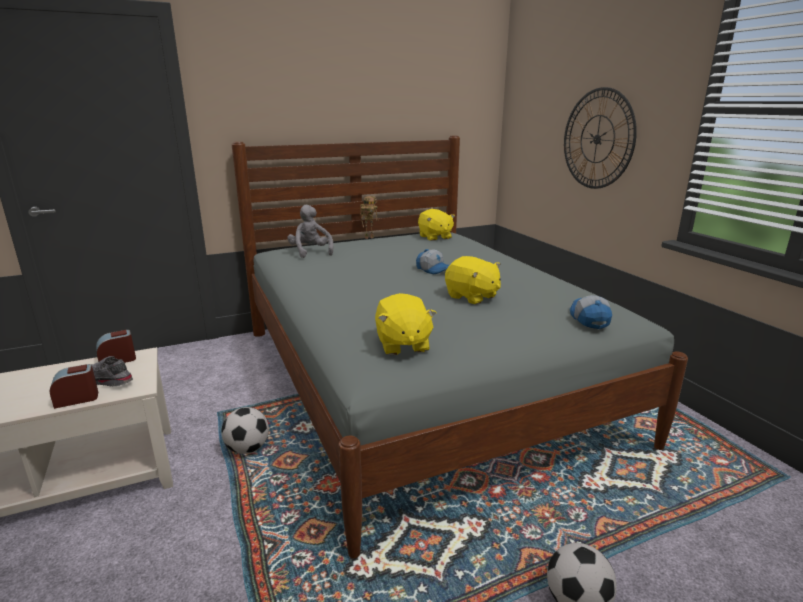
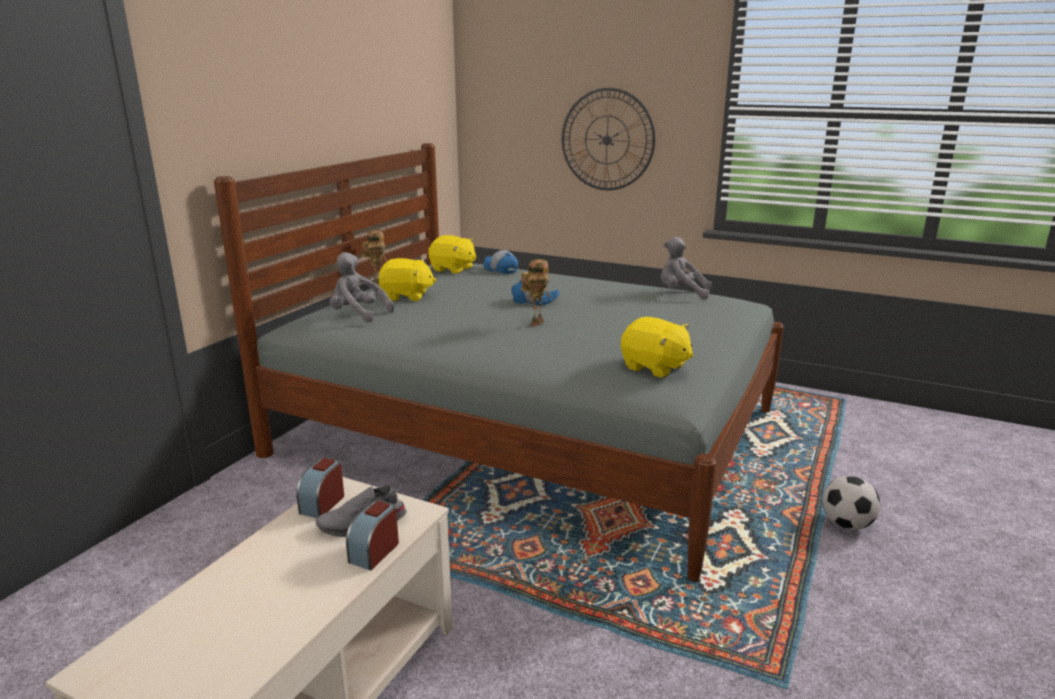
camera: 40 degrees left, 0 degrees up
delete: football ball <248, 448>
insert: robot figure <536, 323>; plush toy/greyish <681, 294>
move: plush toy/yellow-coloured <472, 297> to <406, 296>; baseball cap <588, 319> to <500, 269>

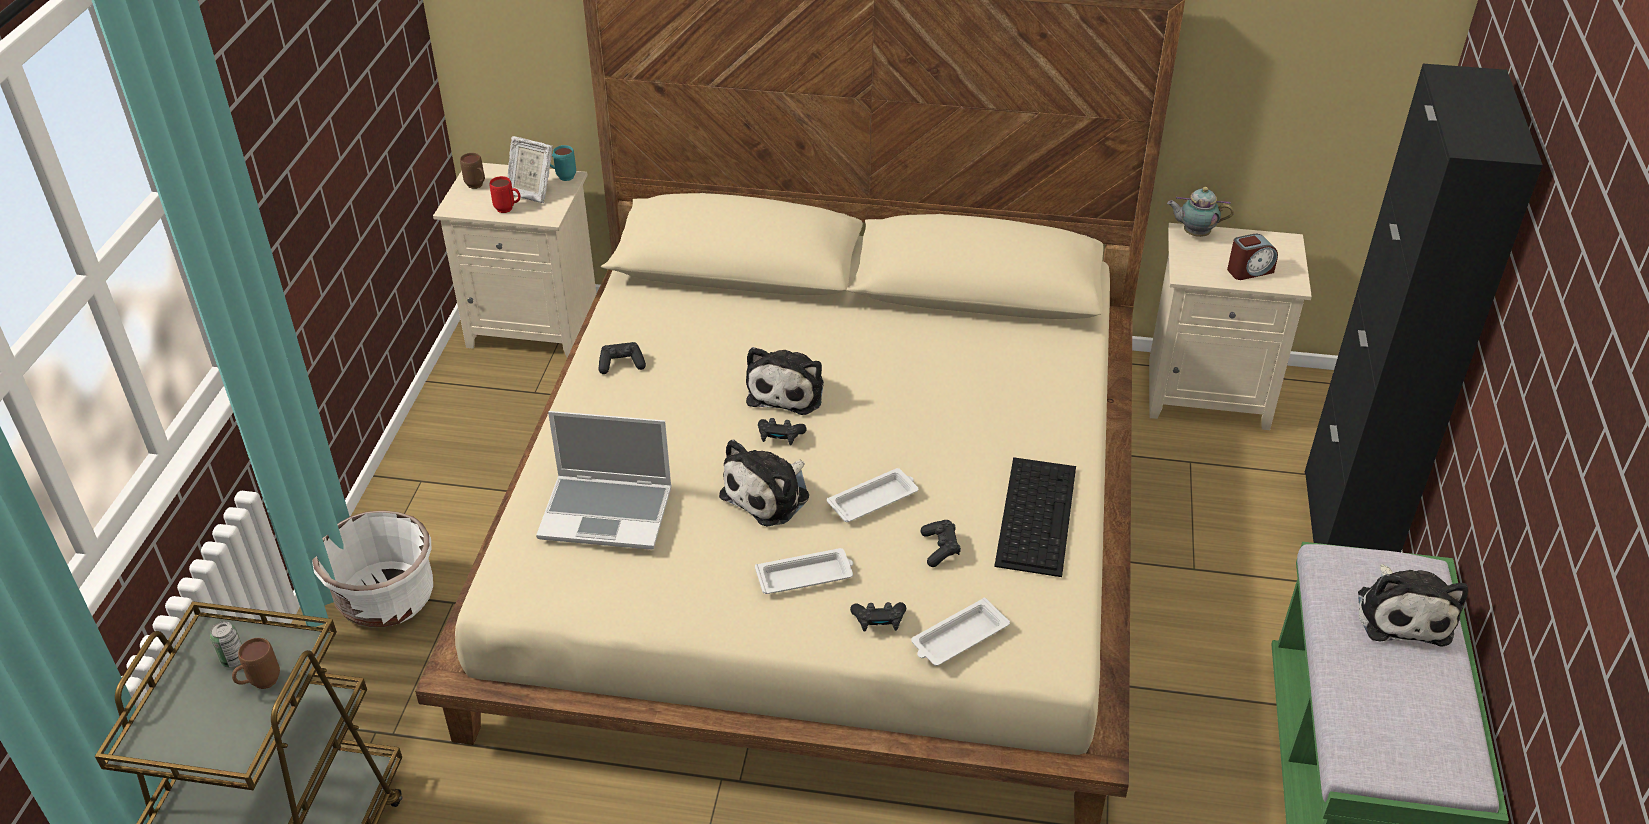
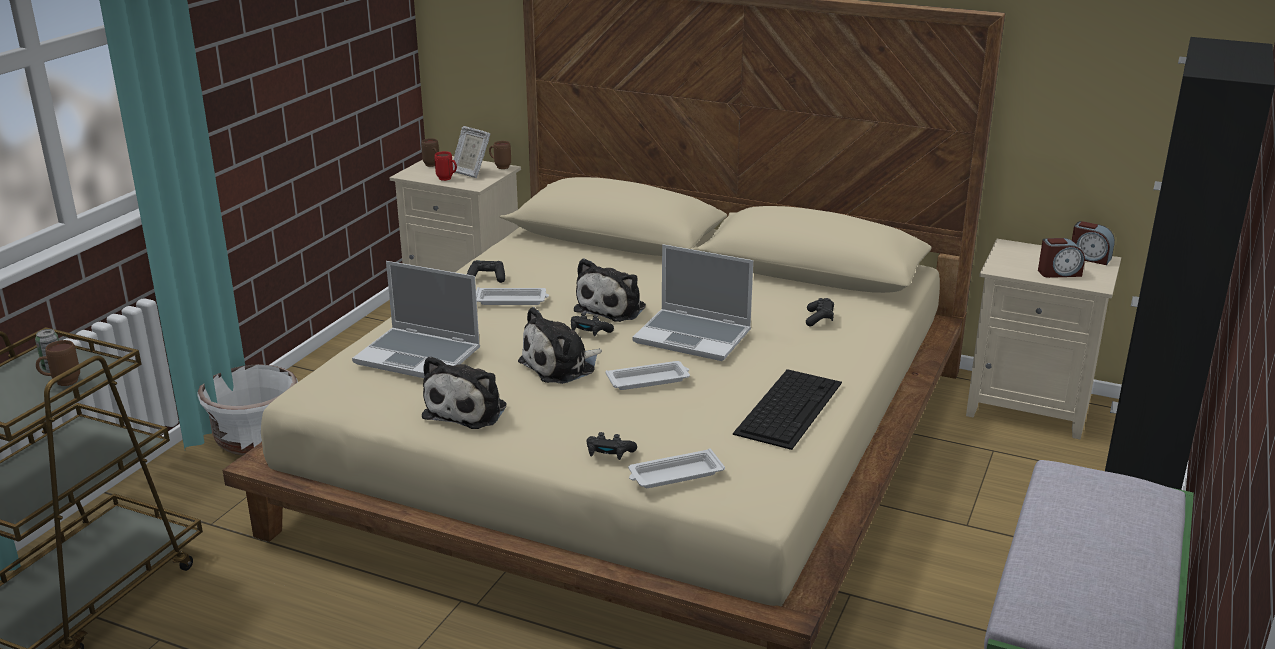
camera: 15 degrees right, 15 degrees down
delete: pot for tea <1194, 233>
insert: portable computer <694, 337>; bedside clock <1089, 258>
move: tray/whitish <806, 576> to <512, 300>; game controller/black-coloured <940, 549> to <819, 319>; plush toy <1403, 613> to <468, 410>
recolor: mug/turquoise-coloured <562, 176> to mug/brownish <500, 167>

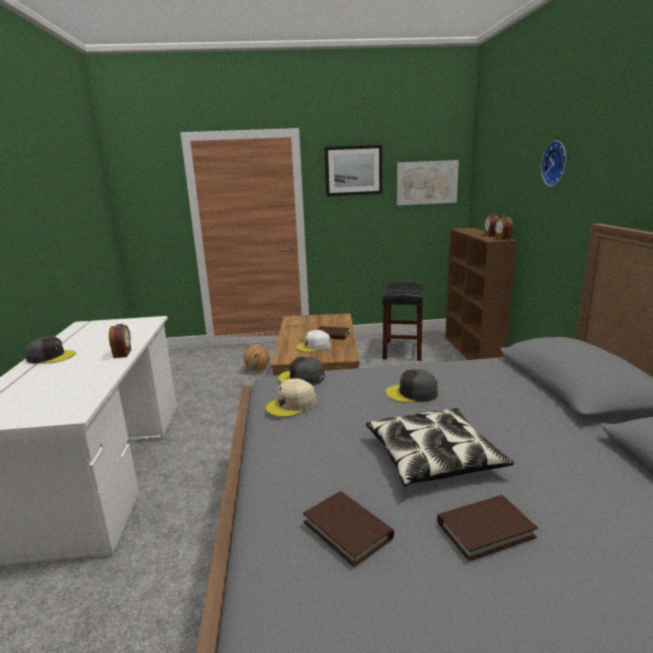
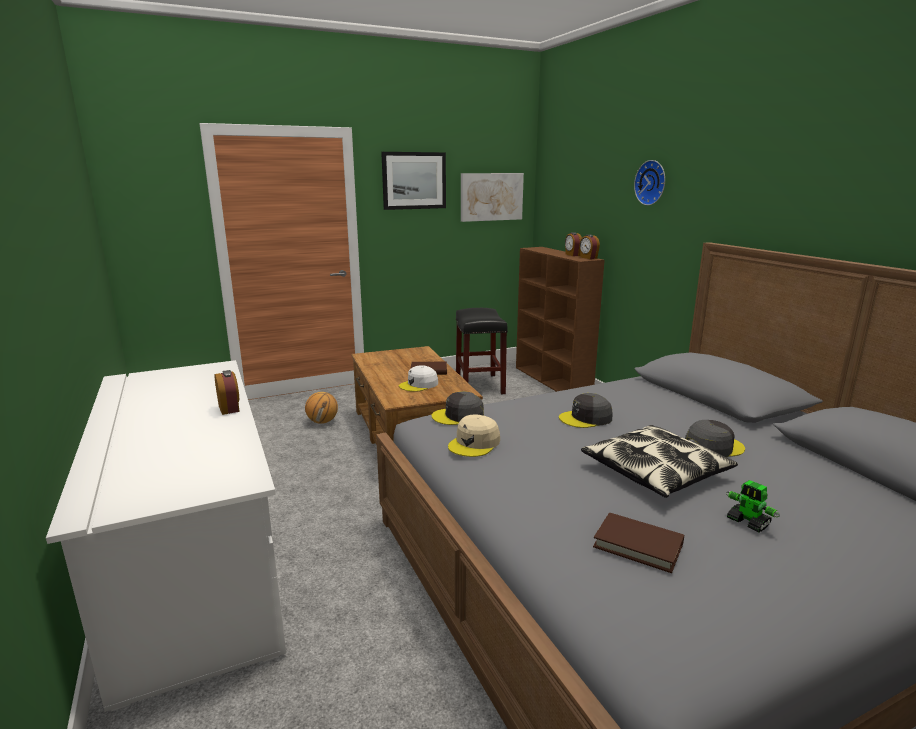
camera: 20 degrees left, 0 degrees up
move: baseball cap/greyish <51, 356> to <713, 447>
replace: bound book/brownish <485, 530> to robot figure <748, 522>

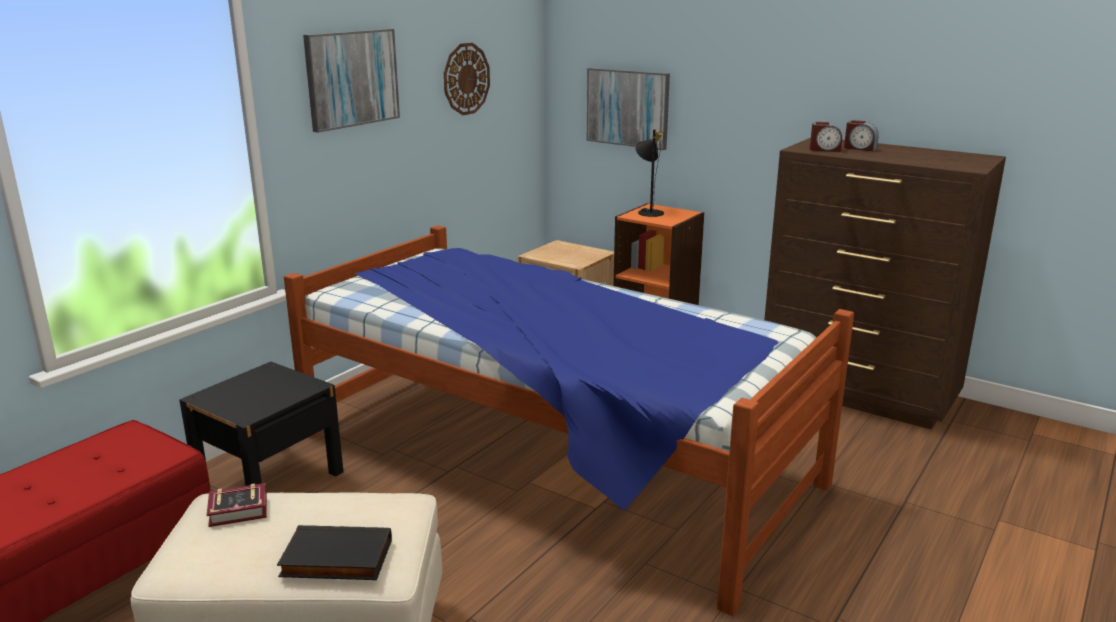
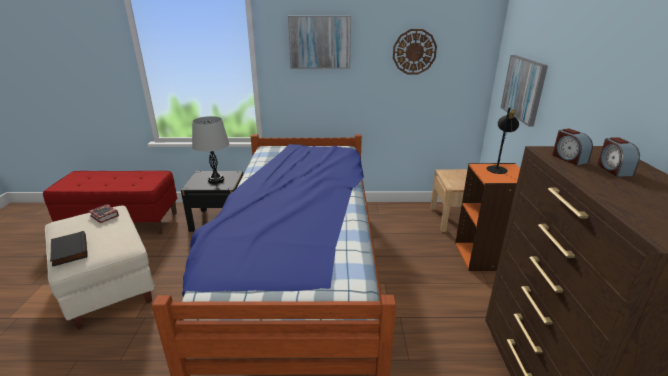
camera: 55 degrees right, 5 degrees up
insert: lamp for a table/greyish <216, 180>

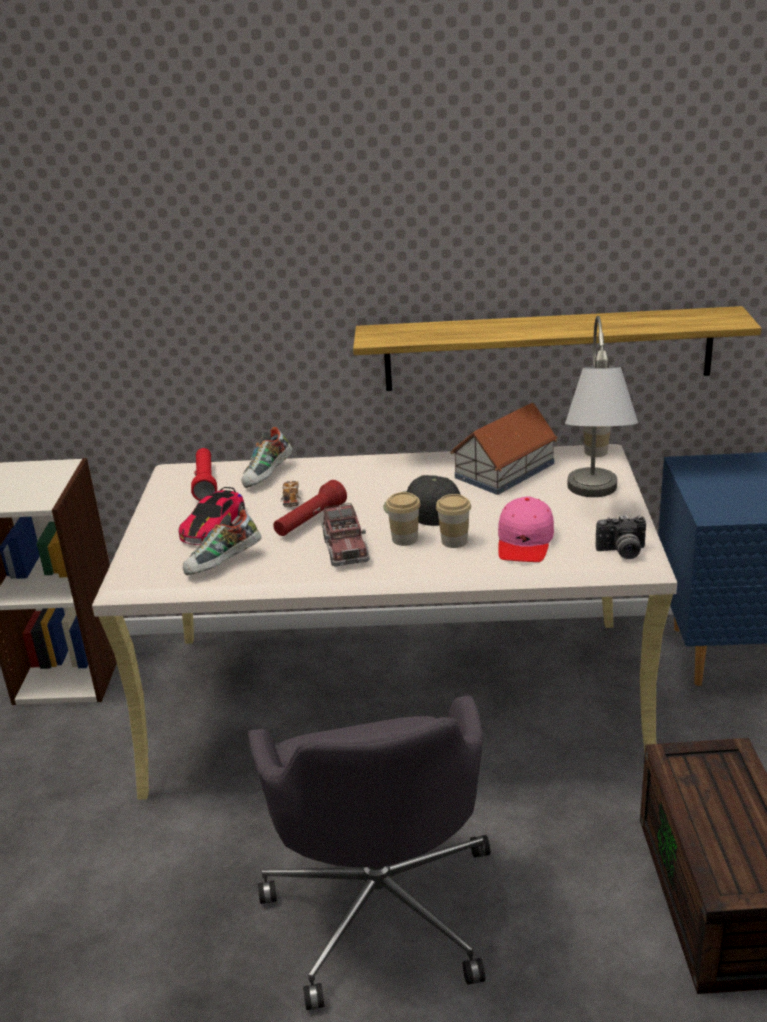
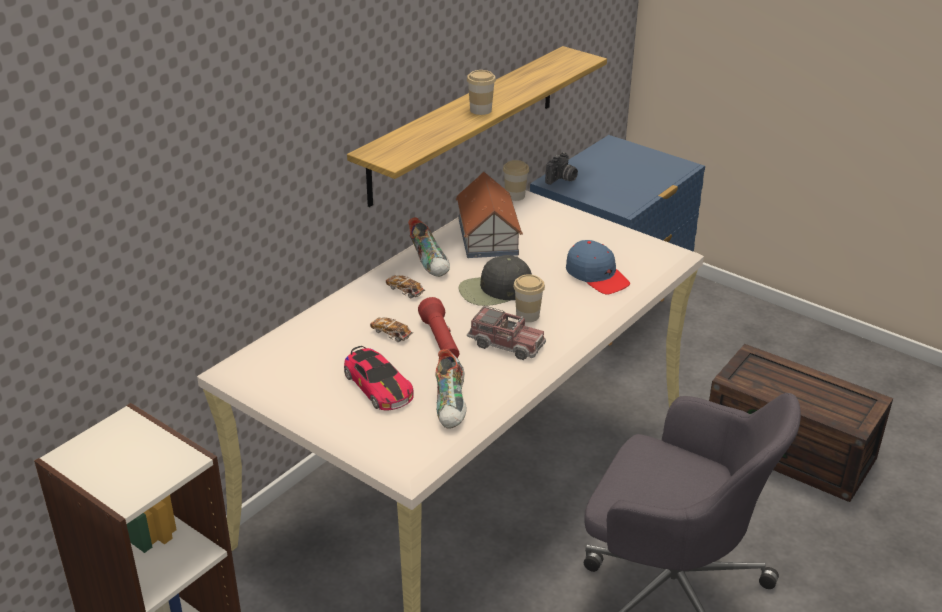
camera: 55 degrees left, 5 degrees up
delete: hand torch/reddish <205, 483>; lamp for a table/greyish <594, 502>
insert: model car <405, 291>
move: low shoe <268, 476> to <430, 262>; drinking cup <454, 541> to <480, 110>; photo camera <622, 552> to <562, 179>
recolor: baseball cap/pinkish <525, 541> to baseball cap/blue <597, 276>

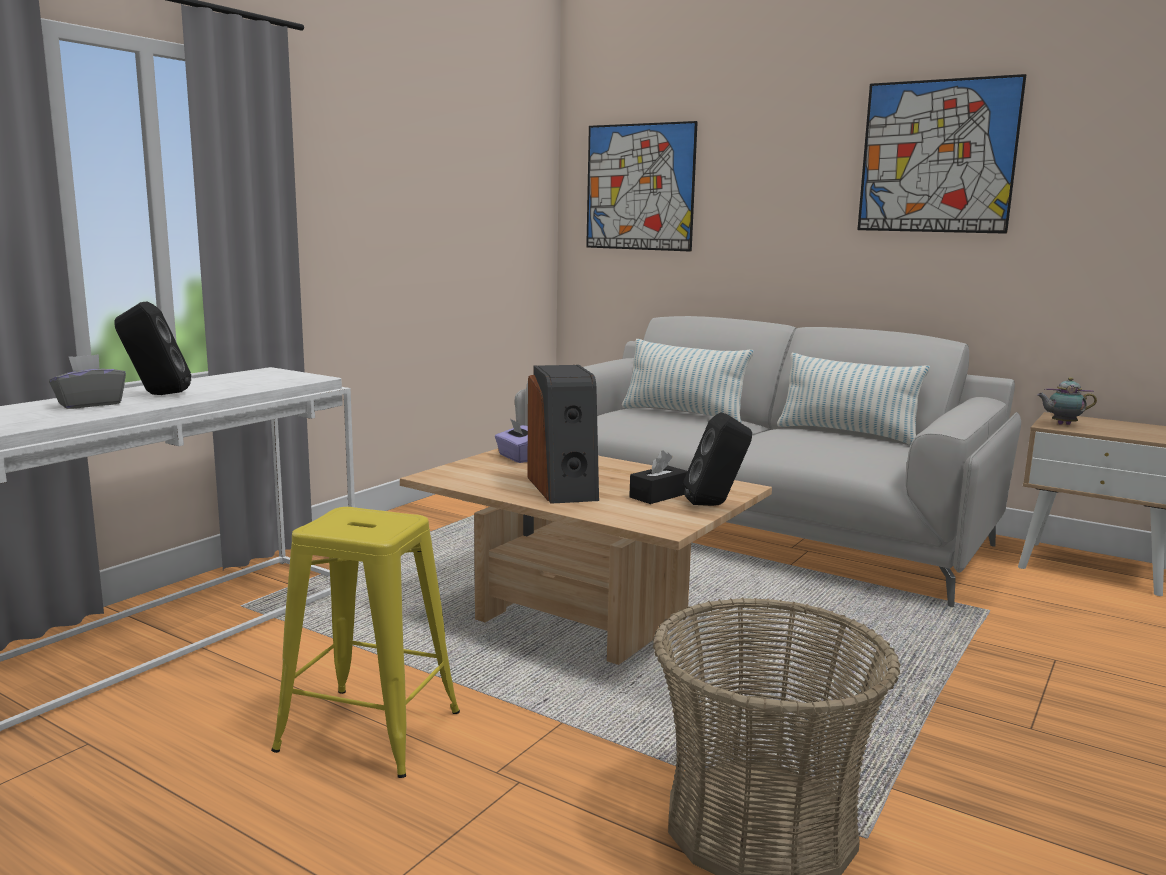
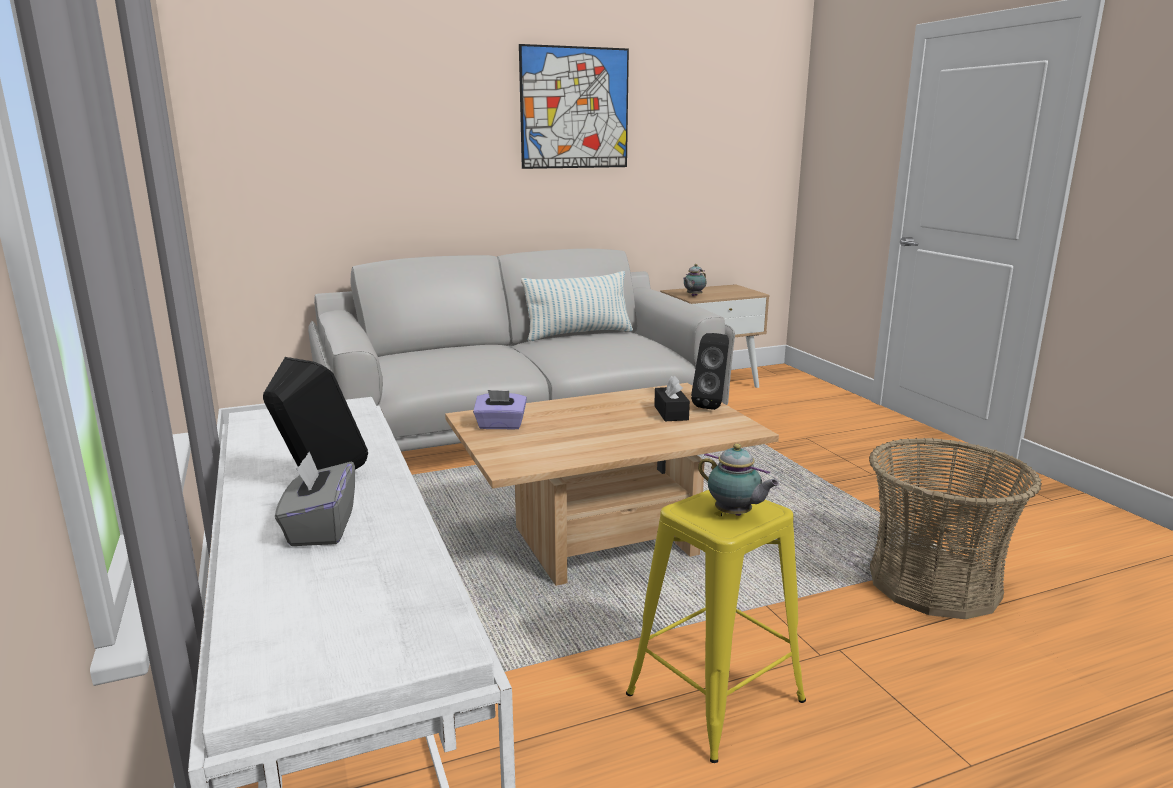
camera: 55 degrees left, 5 degrees up
delete: loudspeaker <564, 488>; picture <639, 187>; cushion <683, 414>
insert: pot for tea <735, 514>

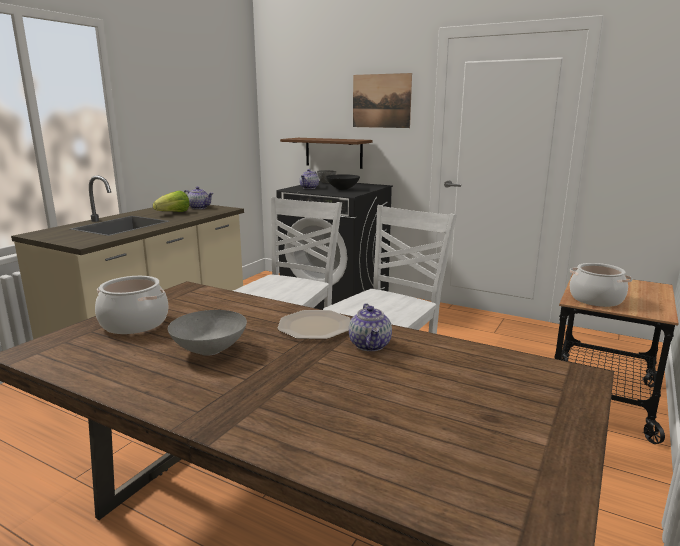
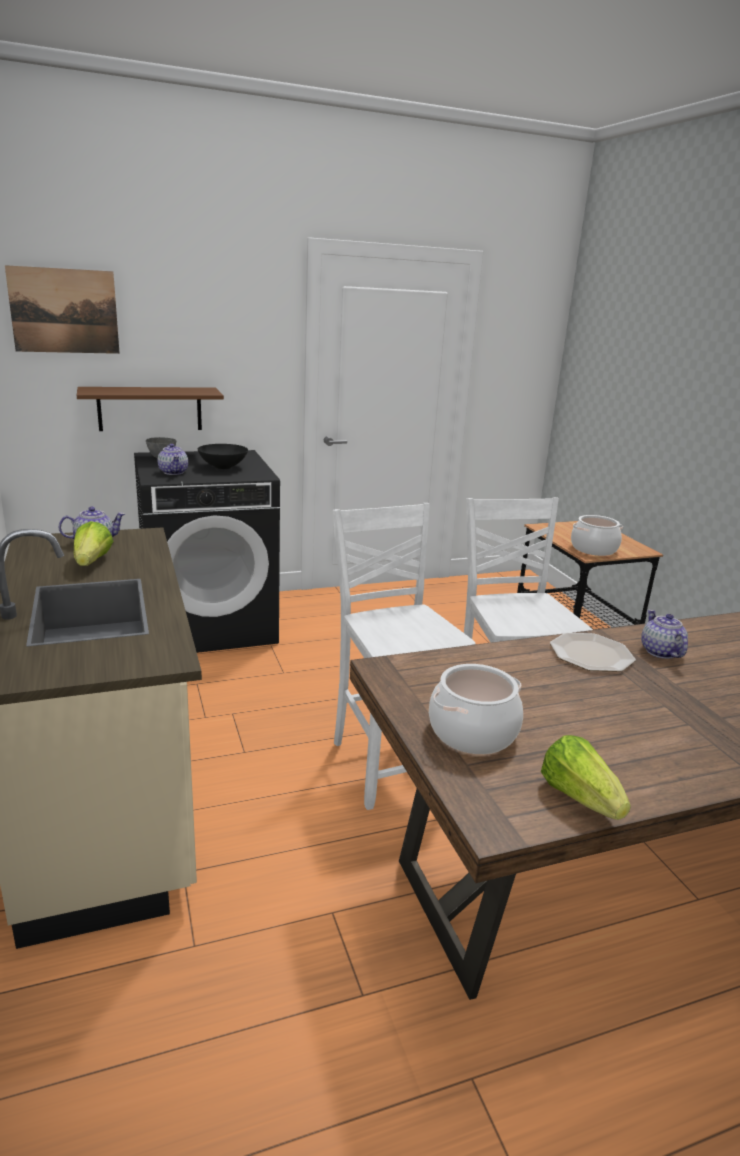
camera: 50 degrees left, 5 degrees up
delete: bowl/greyish <211, 350>
insert: head of lettuce <579, 797>
move: picture <381, 101> to <64, 311>
rotate: pot for tea <370, 345> = <660, 651> 135 degrees counterclockwise

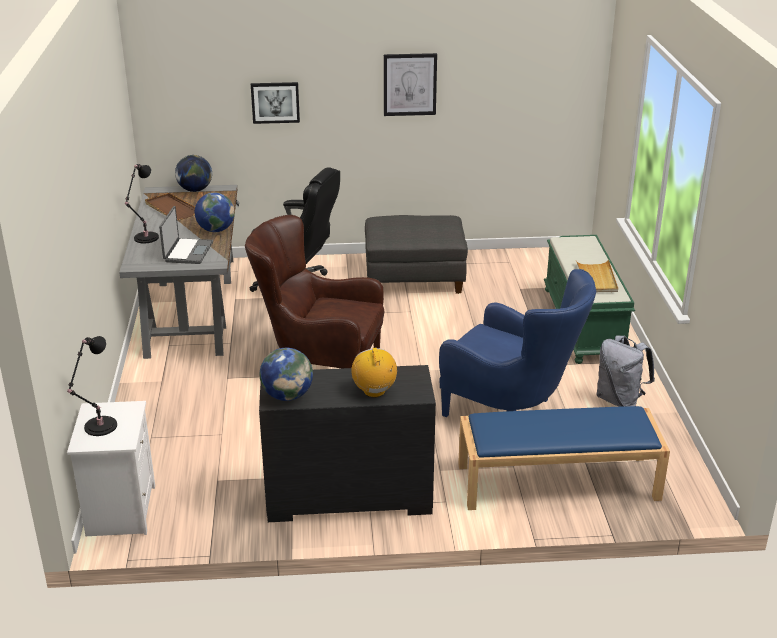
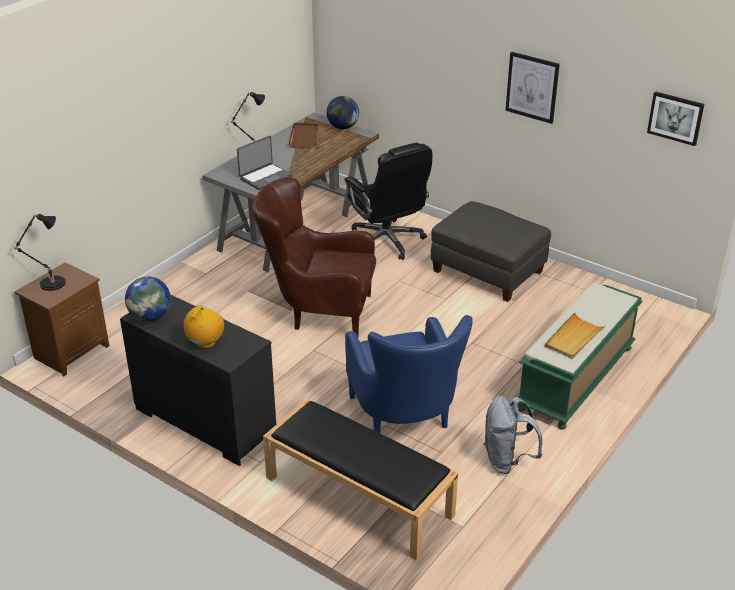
camera: 40 degrees right, 5 degrees up
delete: desk globe <216, 230>
move: picture <275, 102> to <675, 118>
recolor: nightstand/whitish <120, 510> to nightstand/brownish <71, 351>; bench/blue <556, 482> to bench/black-coloured <357, 496>
rotate: armchair/brownish <319, 366> = <318, 312> 45 degrees counterclockwise

